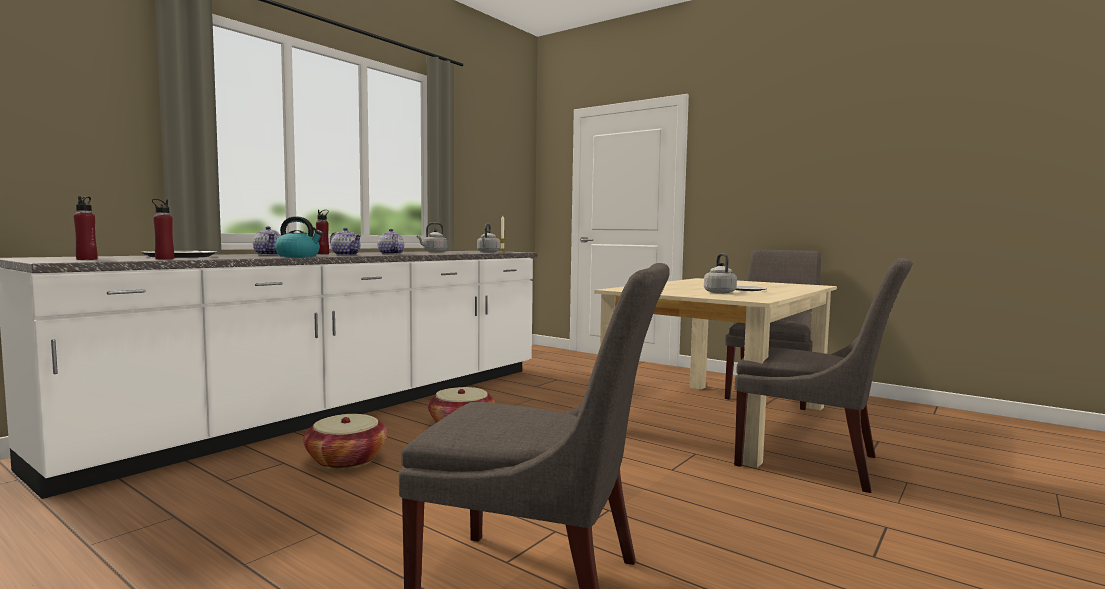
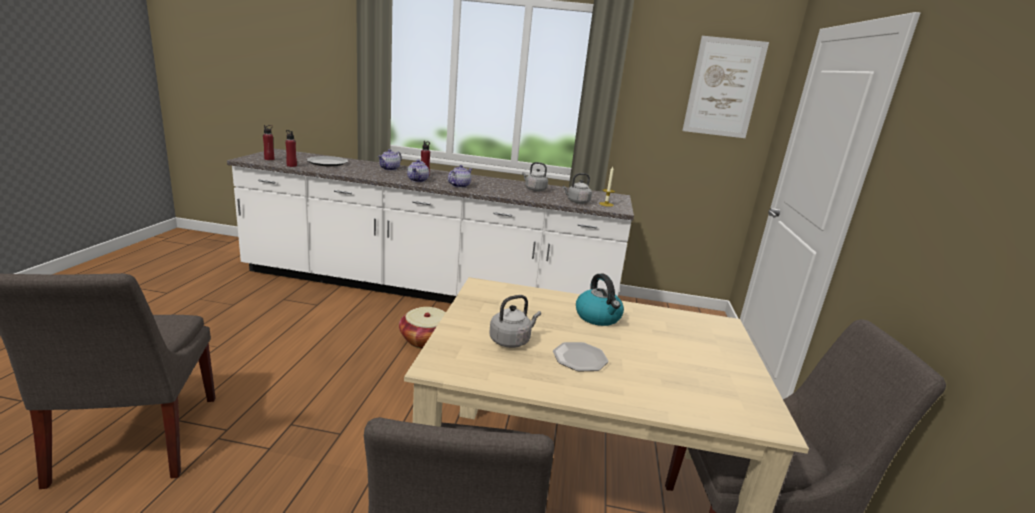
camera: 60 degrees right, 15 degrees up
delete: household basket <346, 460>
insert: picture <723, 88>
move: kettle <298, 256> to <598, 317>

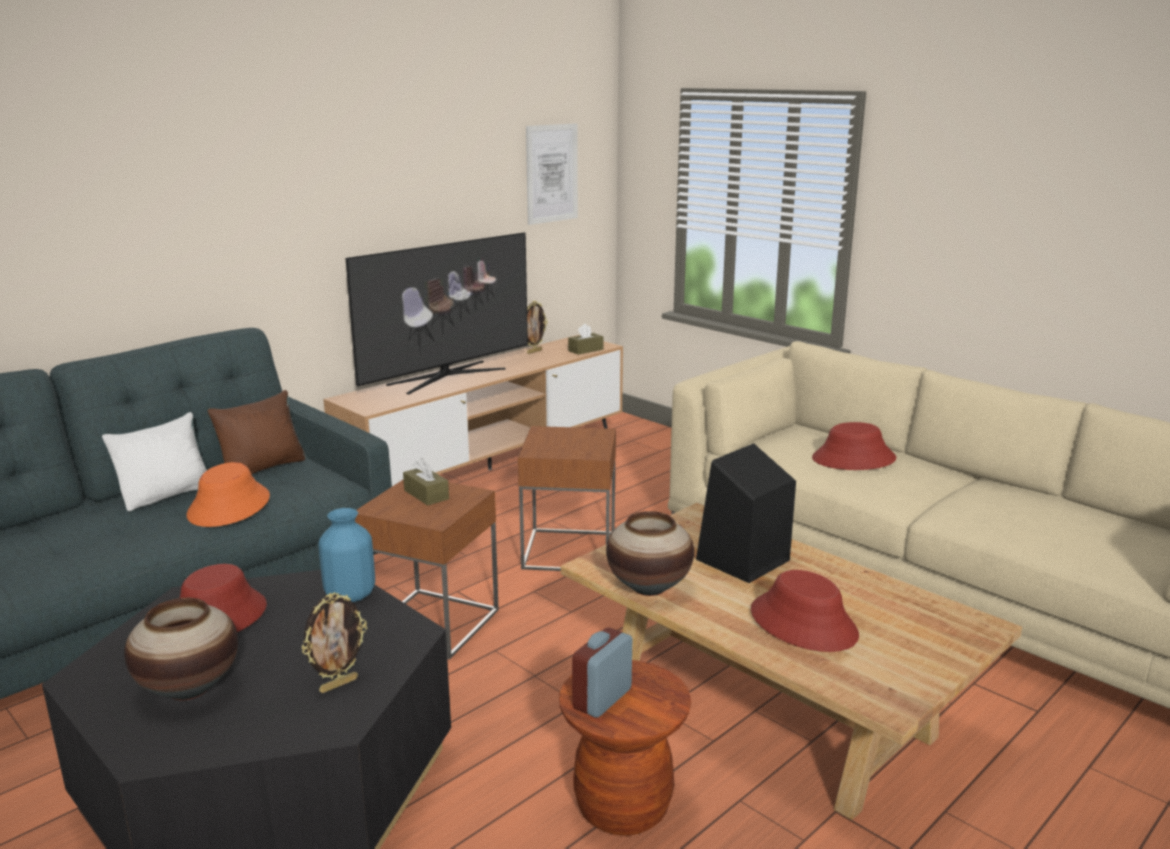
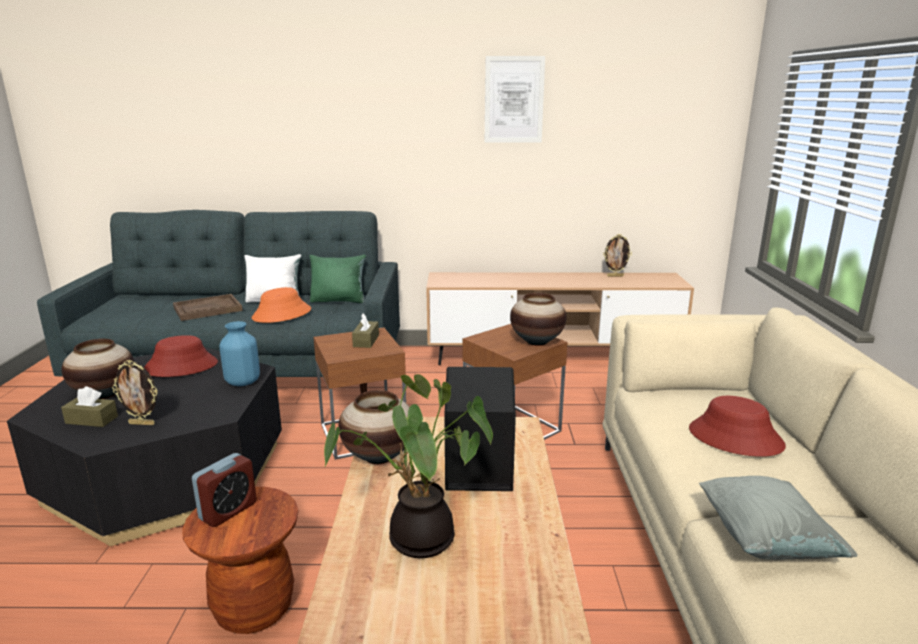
camera: 45 degrees right, 0 degrees up
delete: TV <446, 377>
insert: tray/brownish <207, 309>; vase <537, 342>; cushion/greyish <765, 541>
move: picture <552, 173> to <514, 100>; box of tissues/brownish <585, 350> to <91, 420>
replace: clothing hat/reddish <804, 623> to houseplant <416, 542>
recolor: cushion/brownish <263, 467> to cushion/green-coloured <339, 300>
rotate: bedside clock <602, 698> = <228, 511> 135 degrees clockwise

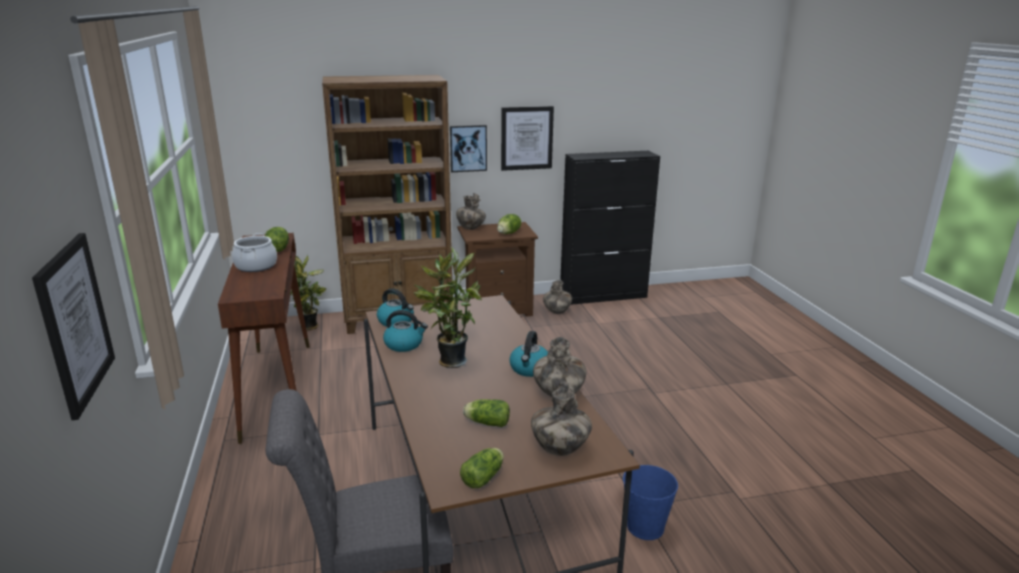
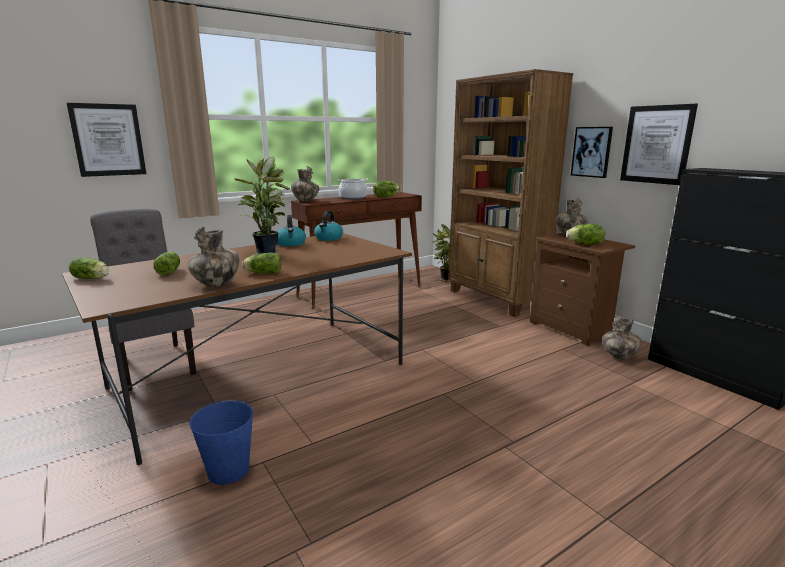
camera: 70 degrees right, 5 degrees down
move: vase <559, 449> to <305, 201>
replace: kettle <530, 369> to head of lettuce <262, 273>

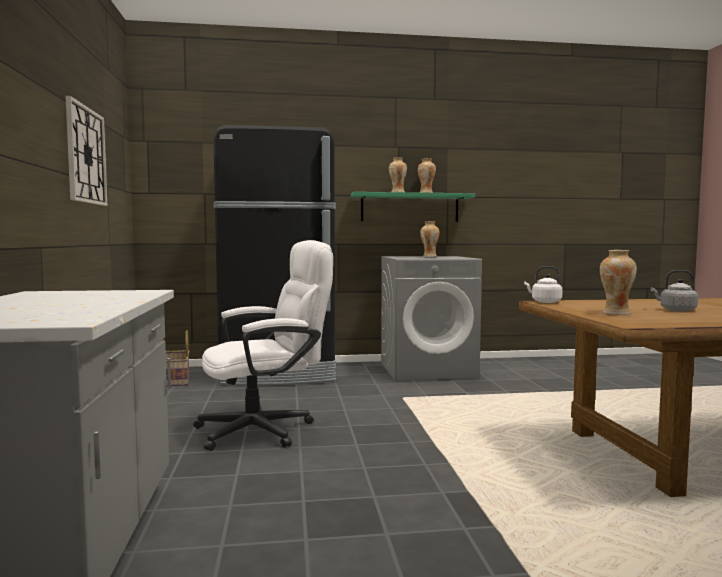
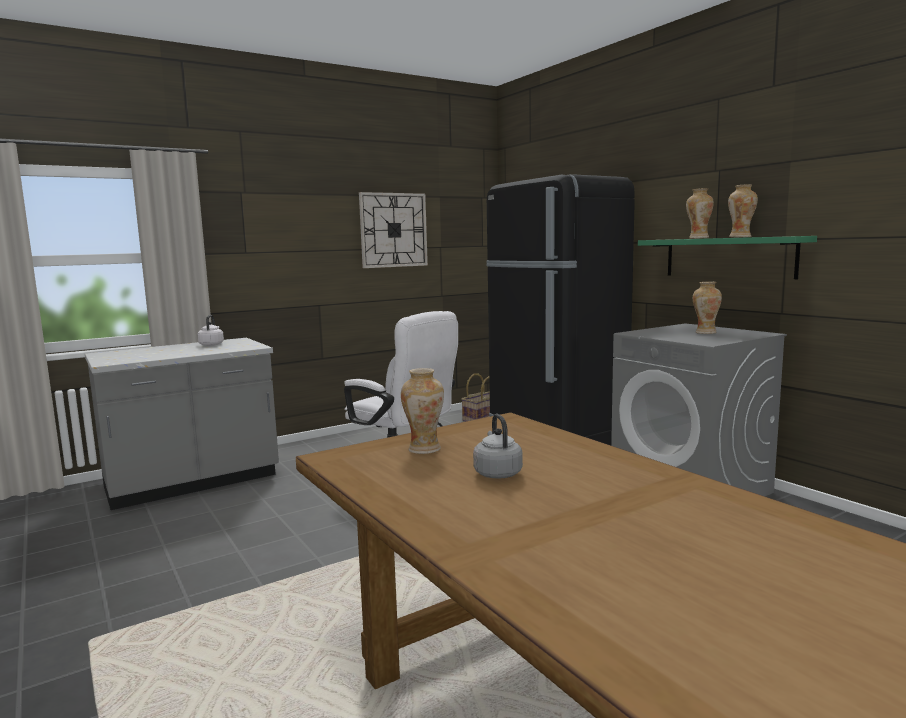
camera: 65 degrees right, 5 degrees up
move: kettle/whitish <544, 302> to <212, 344>

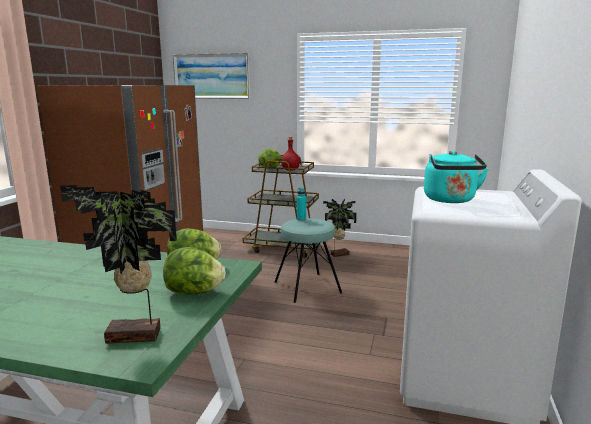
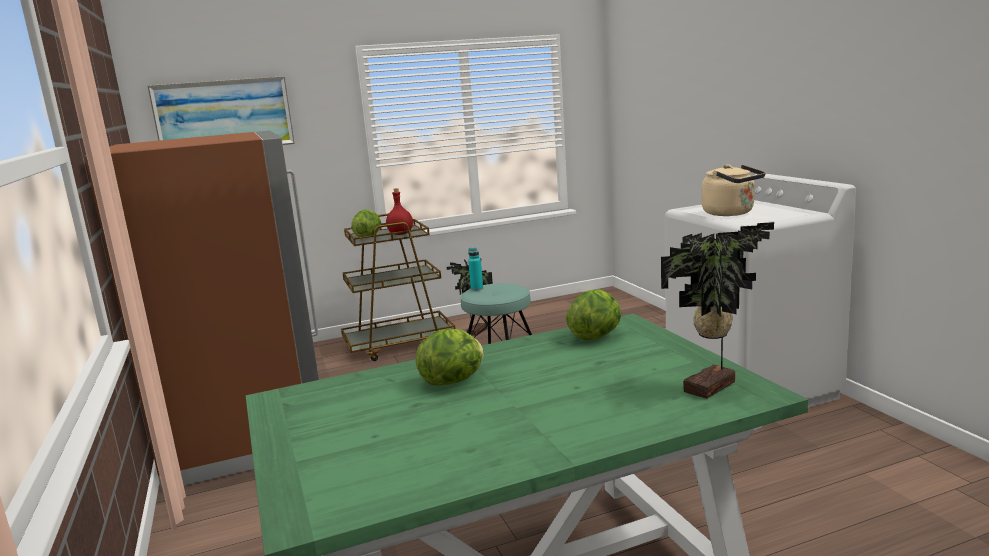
camera: 35 degrees left, 0 degrees up
move: head of lettuce <194, 292> to <453, 381>
recolor: kettle/turquoise-coloured <450, 200> to kettle/beige-coloured <731, 213>

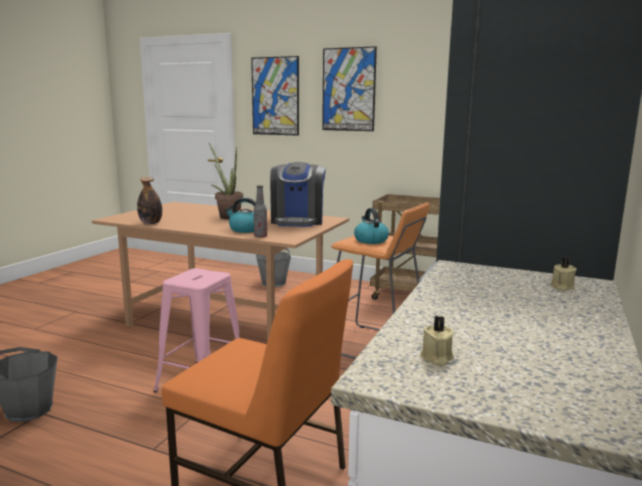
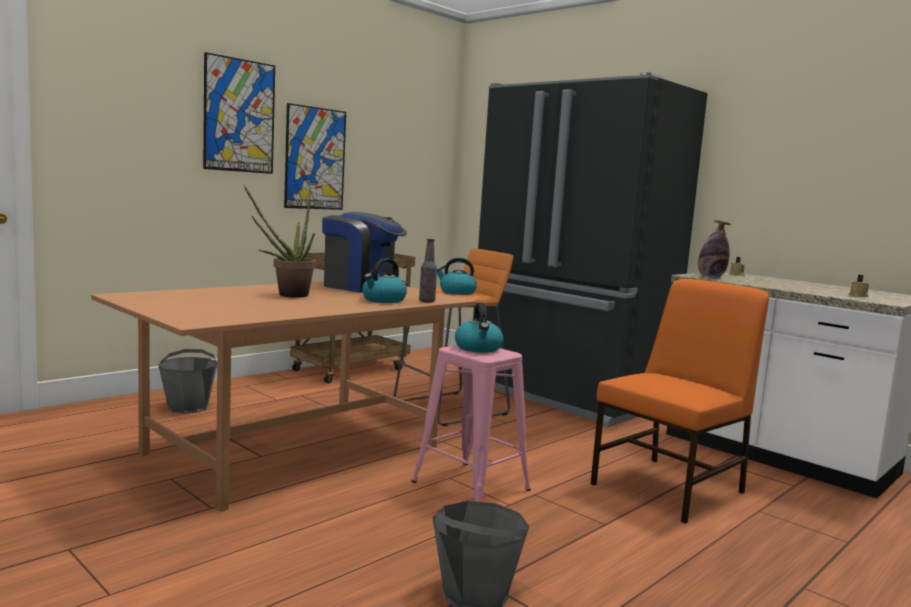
camera: 70 degrees left, 5 degrees down
insert: kettle <478, 348>
move: beverage bottle <151, 223> to <710, 277>; picture <275, 96> to <315, 158>

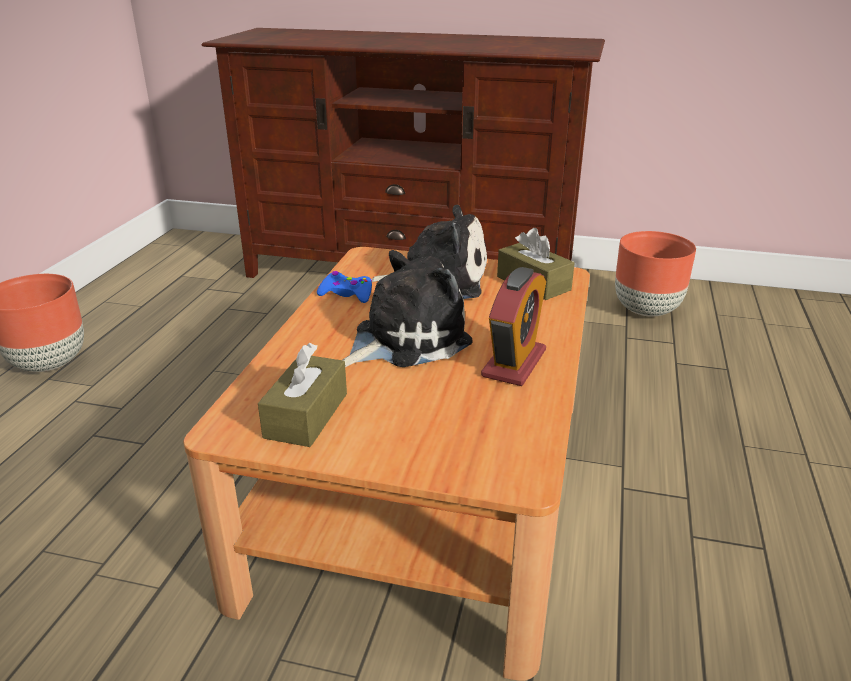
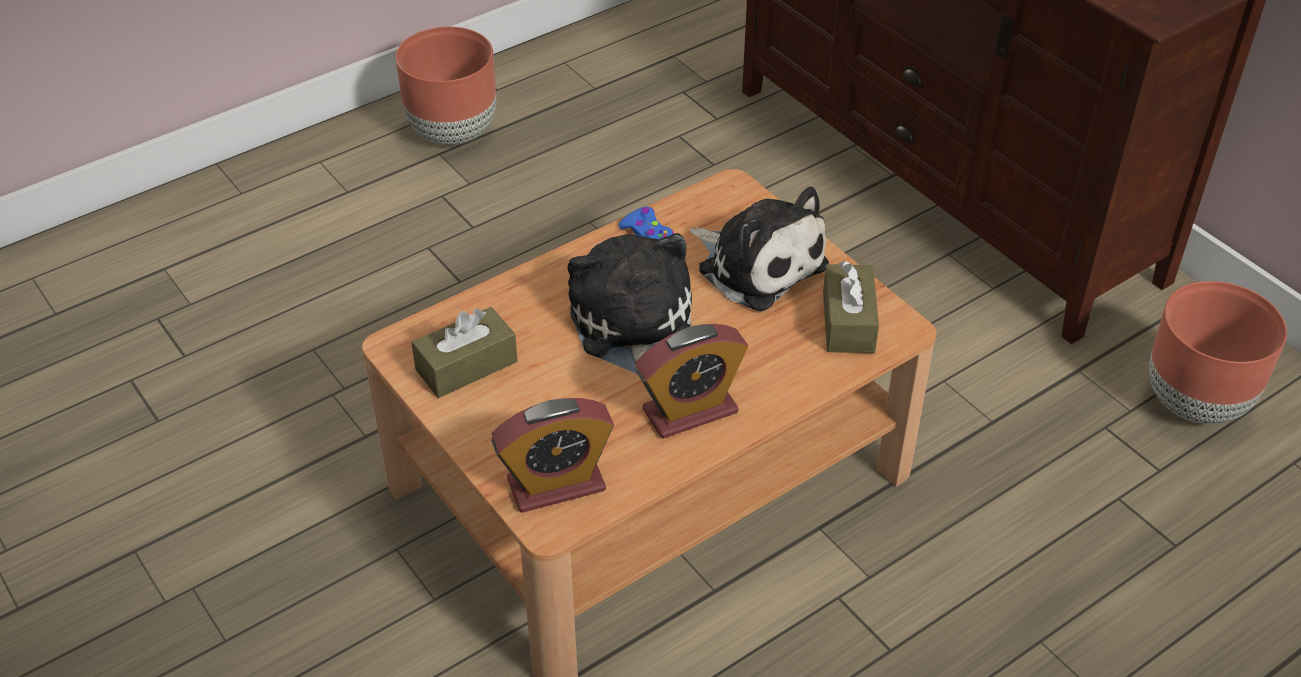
camera: 40 degrees right, 15 degrees up
insert: bedside clock <556, 485>
rotate: plush toy <405, 339> = <632, 327> 105 degrees counterclockwise

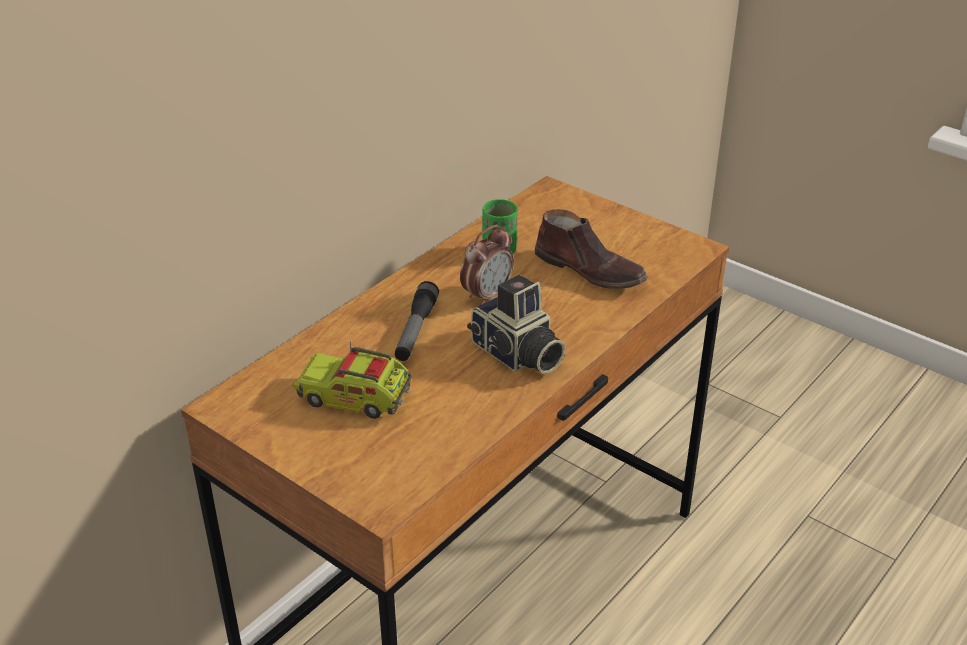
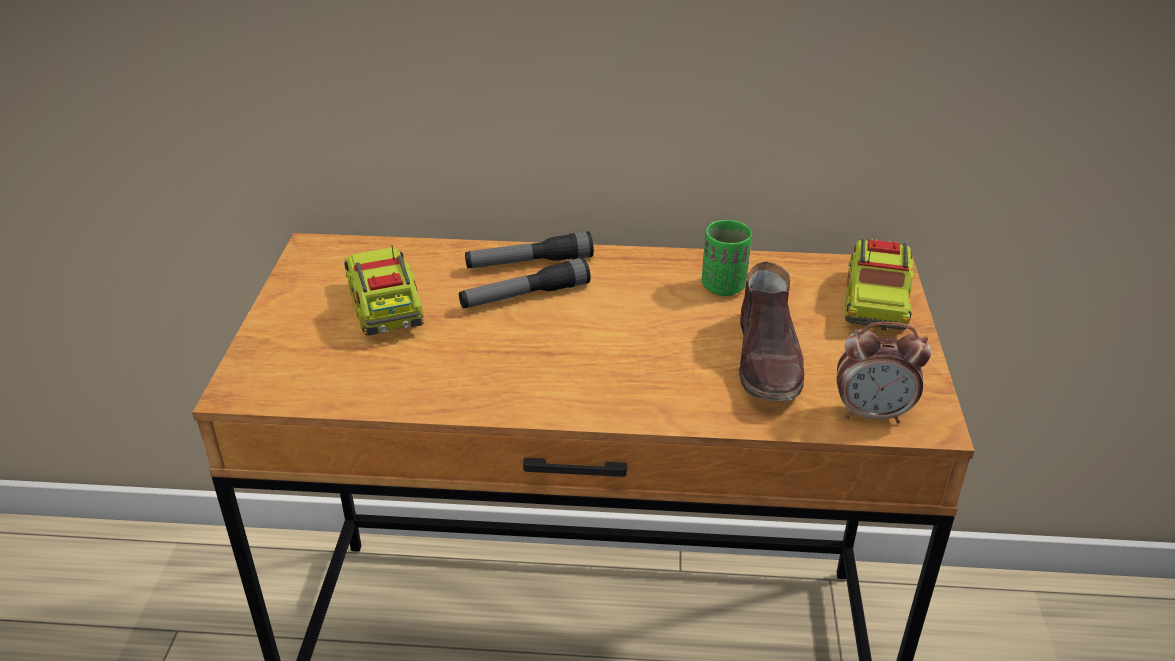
camera: 55 degrees right, 0 degrees up
delete: photo camera <516, 355>
insert: hand torch <529, 263>; toy lorry <875, 302>
move: bedside clock <487, 295> to <872, 414>

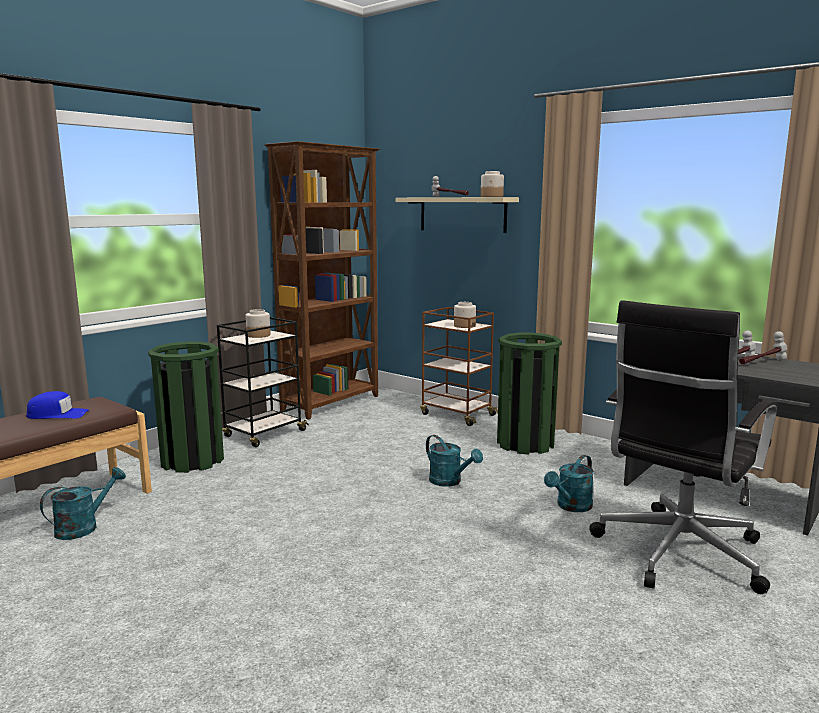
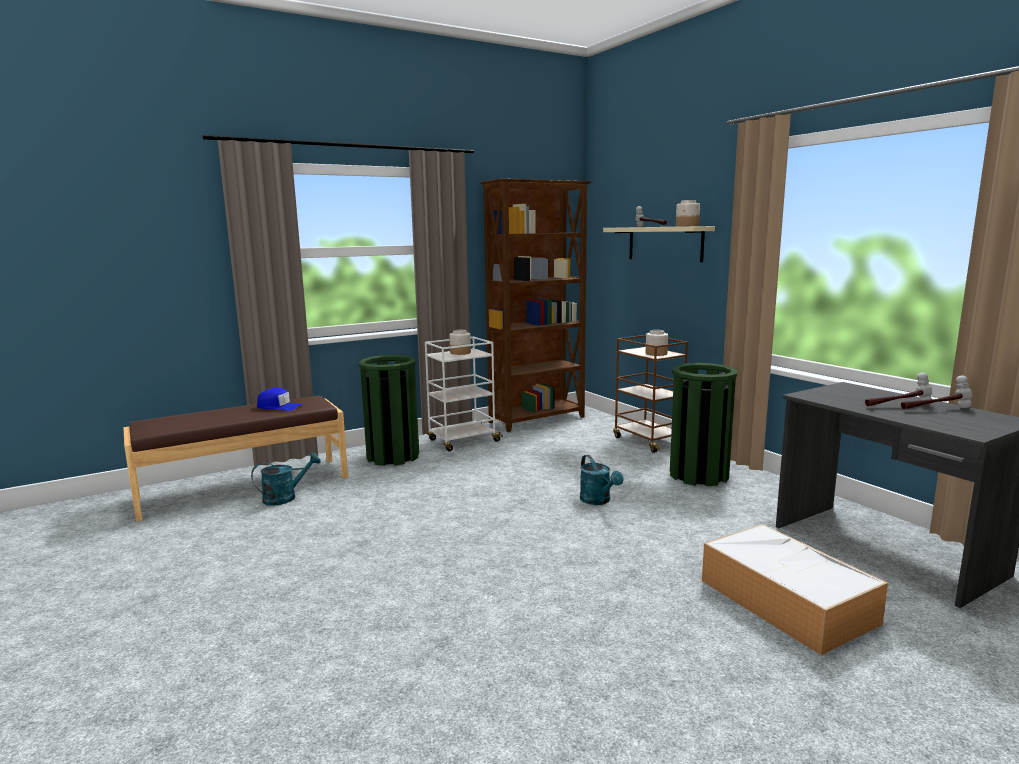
camera: 20 degrees right, 0 degrees up
delete: watering pot/turquoise-coloured <571, 507>
replace: office chair/black-coloured <677, 554> to storage container <784, 600>
recolor: cart/black-coloured <264, 434> to cart/whitish <462, 441>

